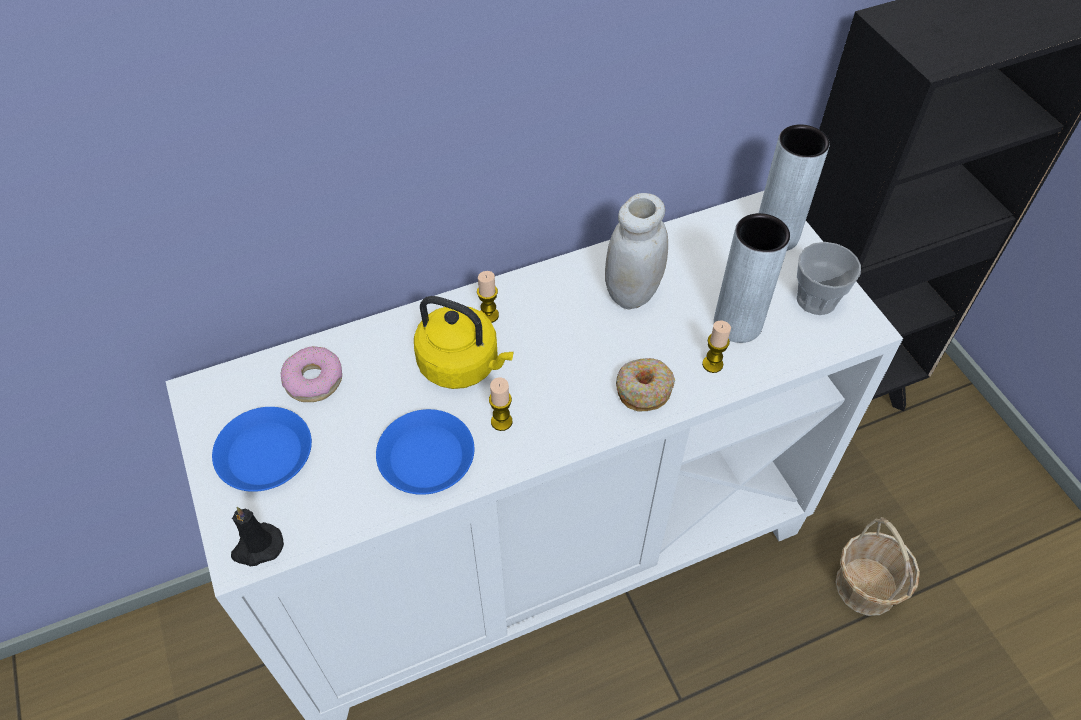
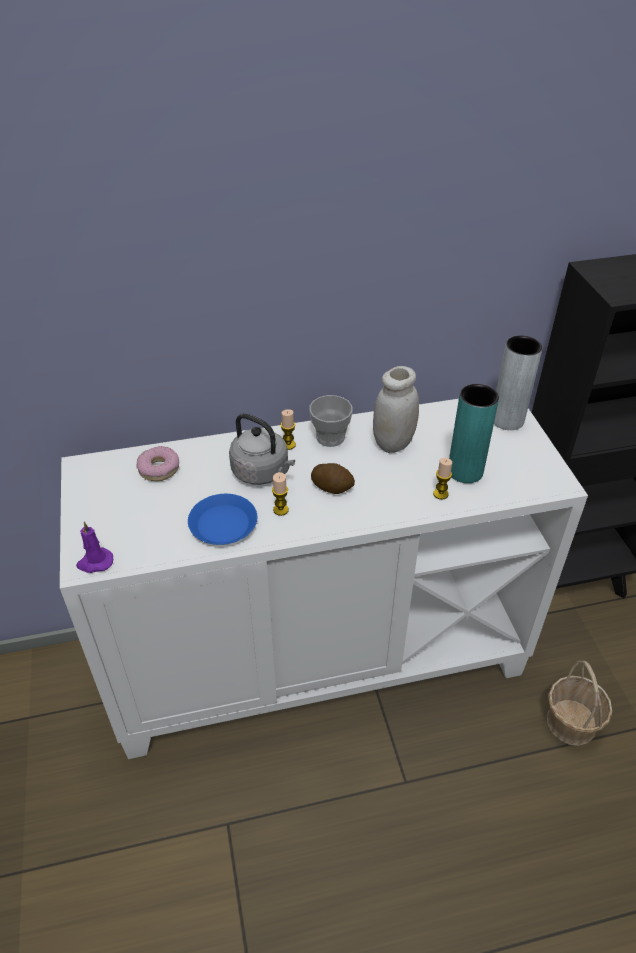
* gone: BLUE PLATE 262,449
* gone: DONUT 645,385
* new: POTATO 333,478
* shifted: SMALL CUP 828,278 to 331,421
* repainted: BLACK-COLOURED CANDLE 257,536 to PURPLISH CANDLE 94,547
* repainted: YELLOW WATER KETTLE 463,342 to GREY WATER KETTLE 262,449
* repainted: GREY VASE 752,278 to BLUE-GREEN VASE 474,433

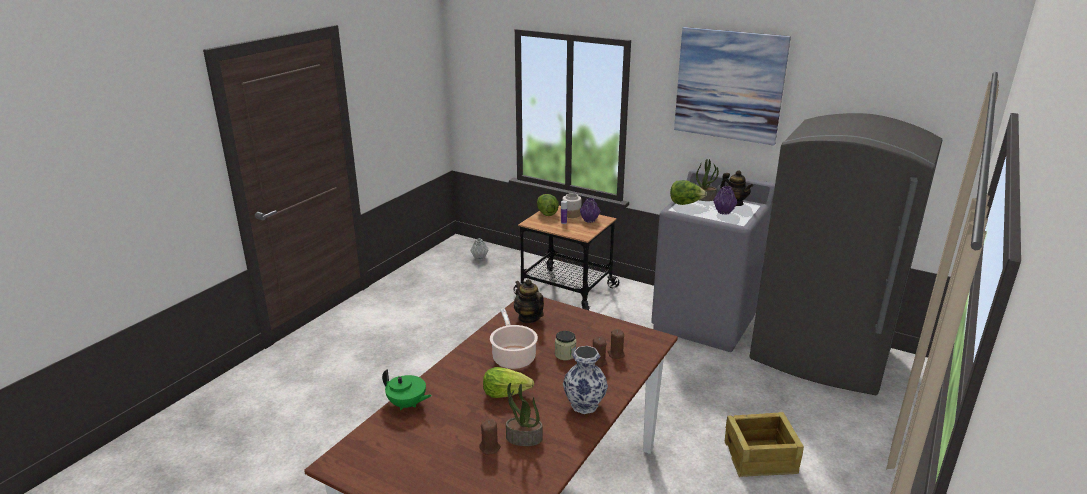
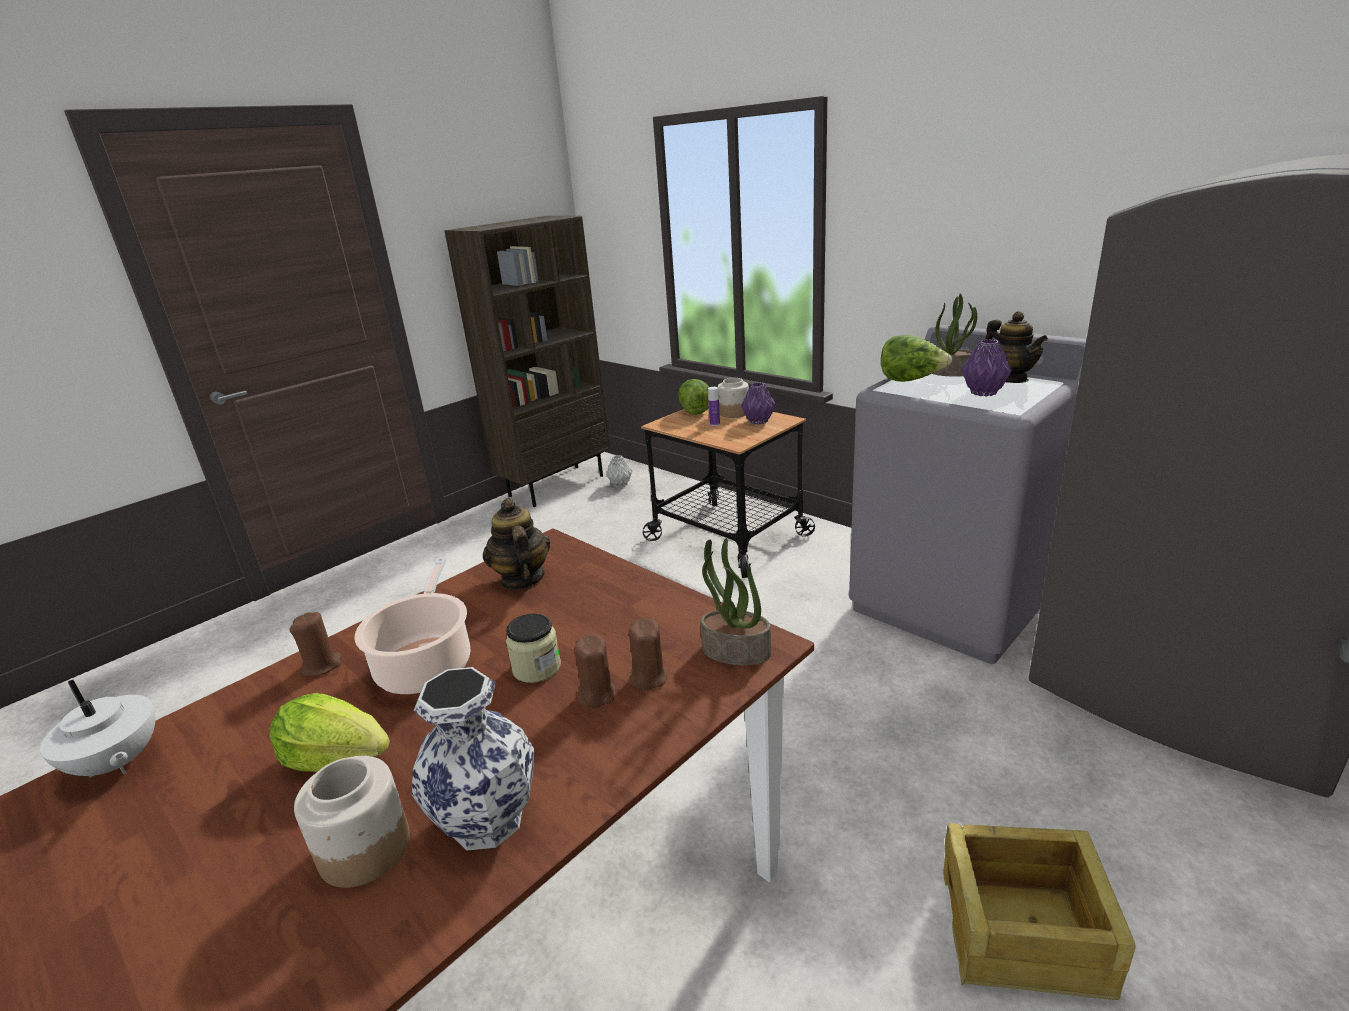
* gone: WALL PICTURE 732,86
* new: JAR 352,822
* new: BROWN BOOKSHELF 527,361
* shifted: BROWN CANDLE 490,436 to 316,644
* shifted: POTTED PLANT 524,414 to 735,601
* repainted: GREEN-COLOURED POT FOR TEA 407,389 to WHITE-COLOURED POT FOR TEA 97,729

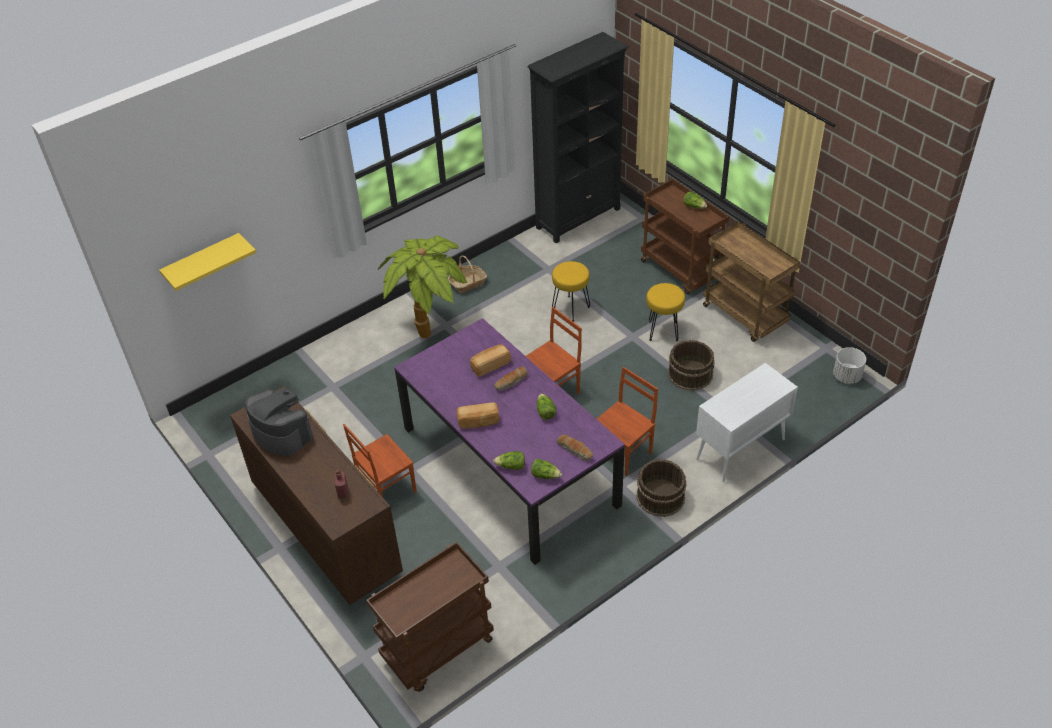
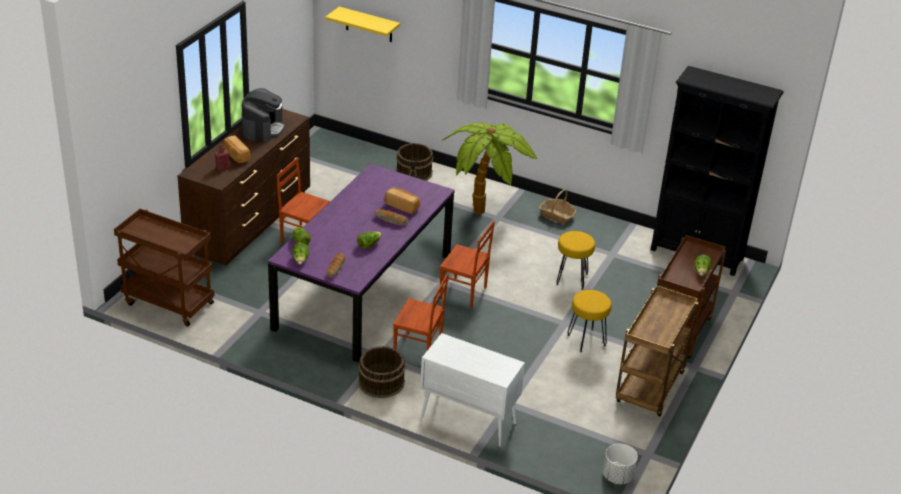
* shifted: BREAD 478,416 to 237,149
* shifted: BROWN BUCKET 691,365 to 414,162

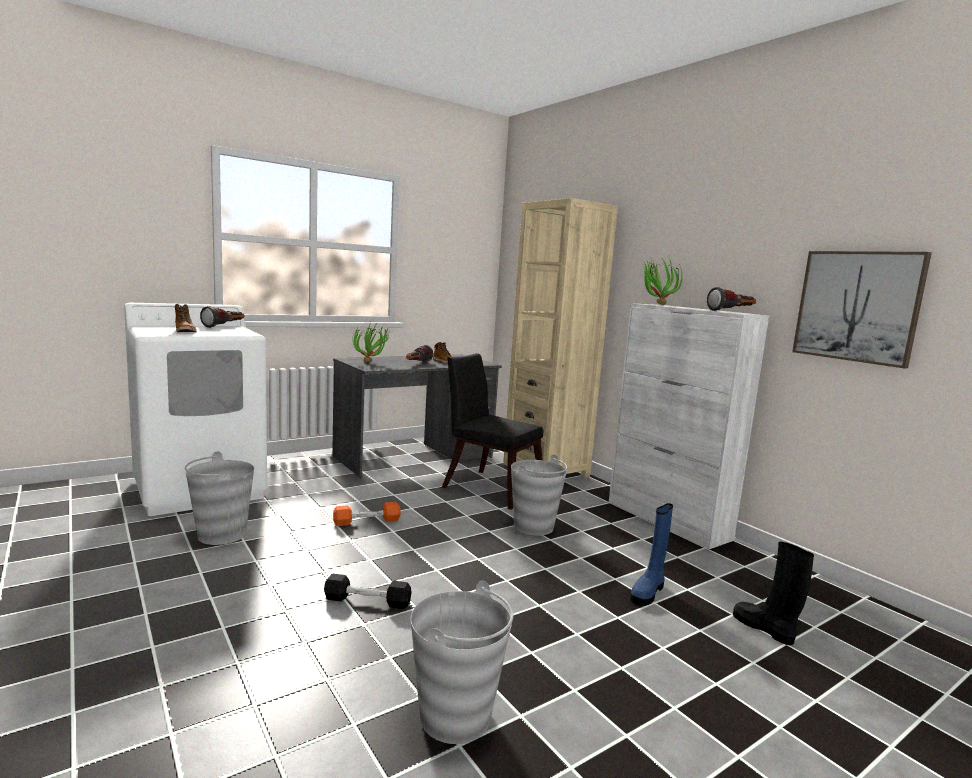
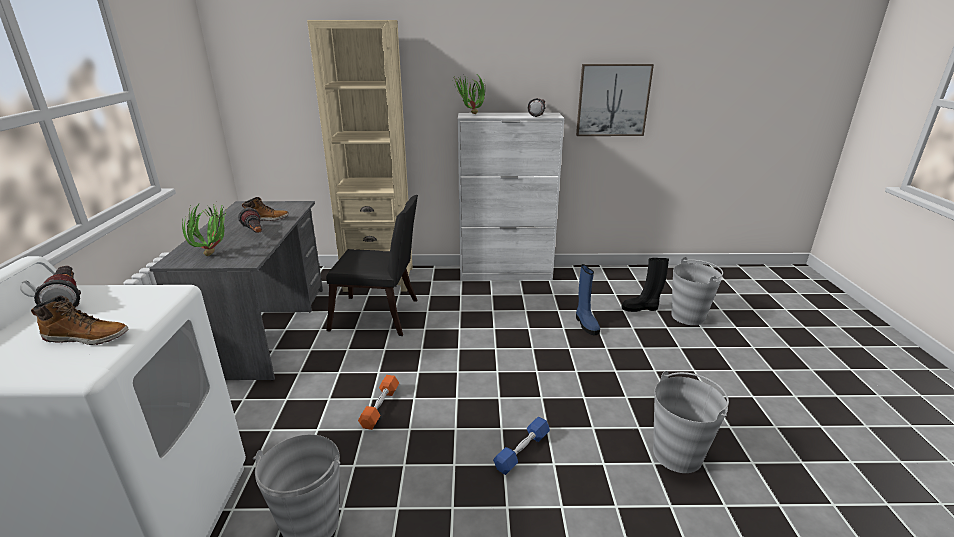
* shifted: GREY BUCKET 539,495 to 697,291
* repainted: BLACK-COLOURED DUMBBELL 368,591 to BLUE DUMBBELL 521,446
* rotated: BLACK-COLOURED PLAIN CHAIR 492,431 = 372,265 150 degrees counterclockwise

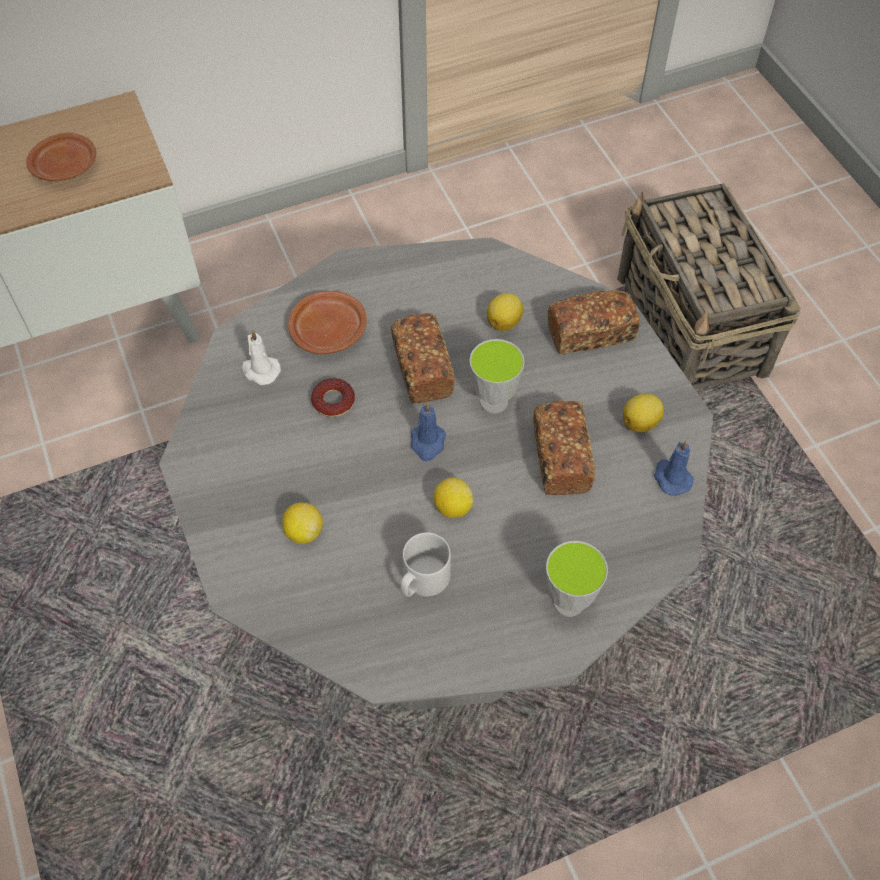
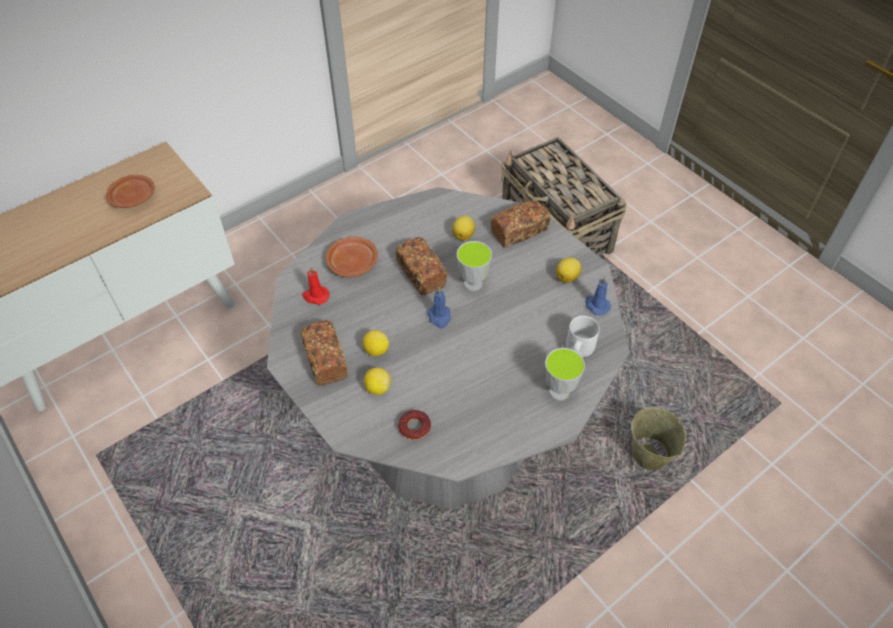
* new: BEIGE BUCKET 658,438
* shifted: DONUT 333,397 to 414,425
* shifted: GREY COFFEE MUG 425,564 to 583,336
* shifted: WHOLE LEMON 453,497 to 376,343
* shifted: BREAD 564,447 to 324,353
* repainted: WHITE-COLOURED CANDLE 261,357 to REDDISH CANDLE 316,286

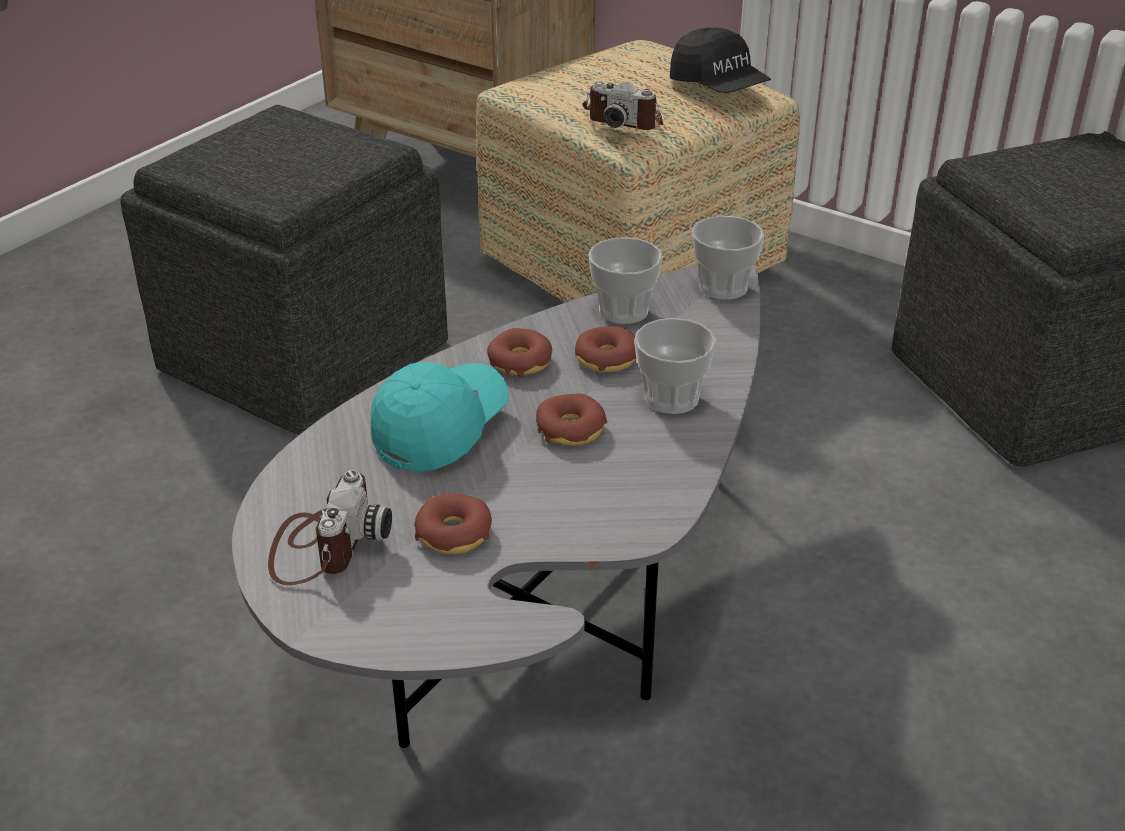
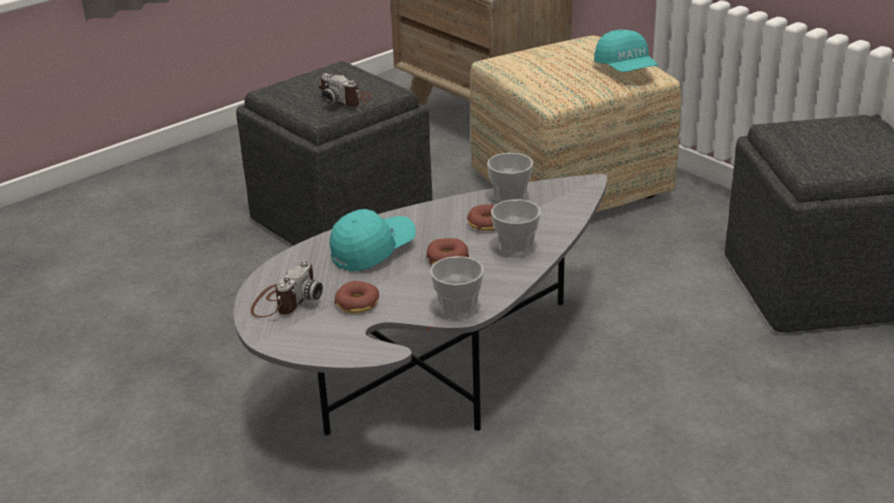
* gone: DONUT 519,353
* shifted: PHOTO CAMERA 622,105 to 345,90
* shifted: SMALL CUP 728,258 to 457,288
* repainted: BLACK-COLOURED PEAKED CAP 720,60 to BLUE-GREEN PEAKED CAP 626,50

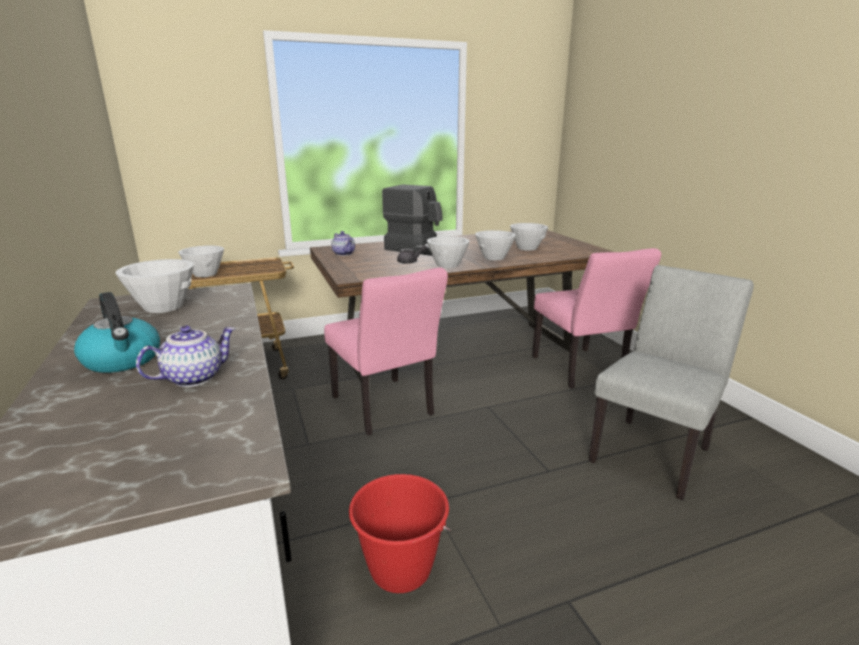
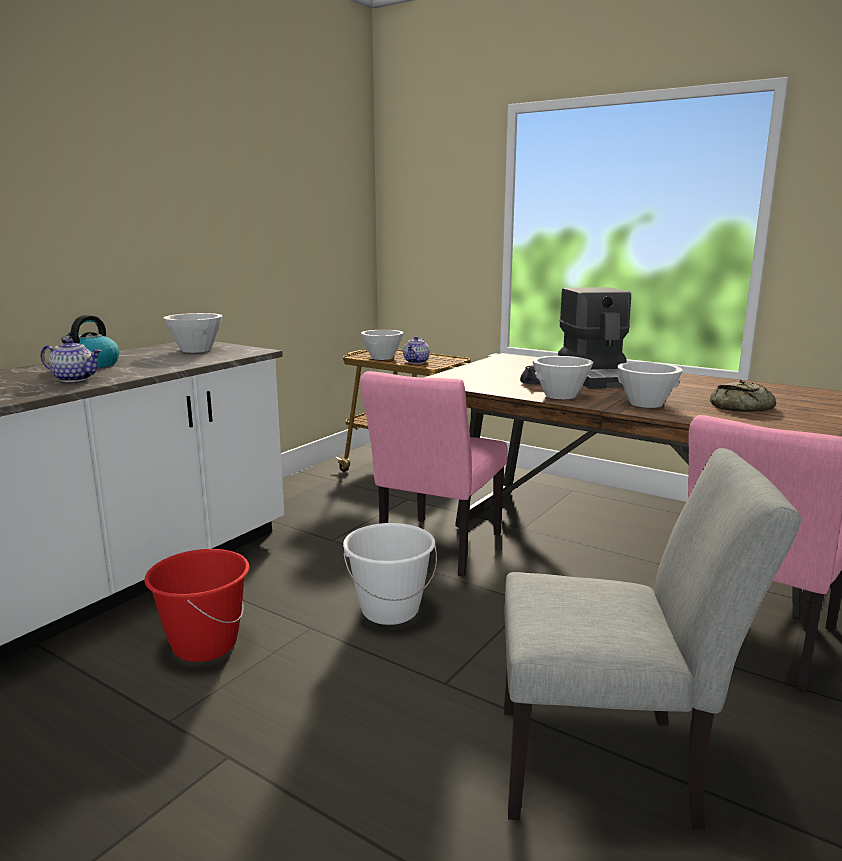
* new: WHITE-COLOURED BUCKET 390,574
* shifted: POT FOR TEA 343,243 to 416,350
* swapped: WHITE-COLOURED BOWL 529,237 to BREAD 743,396

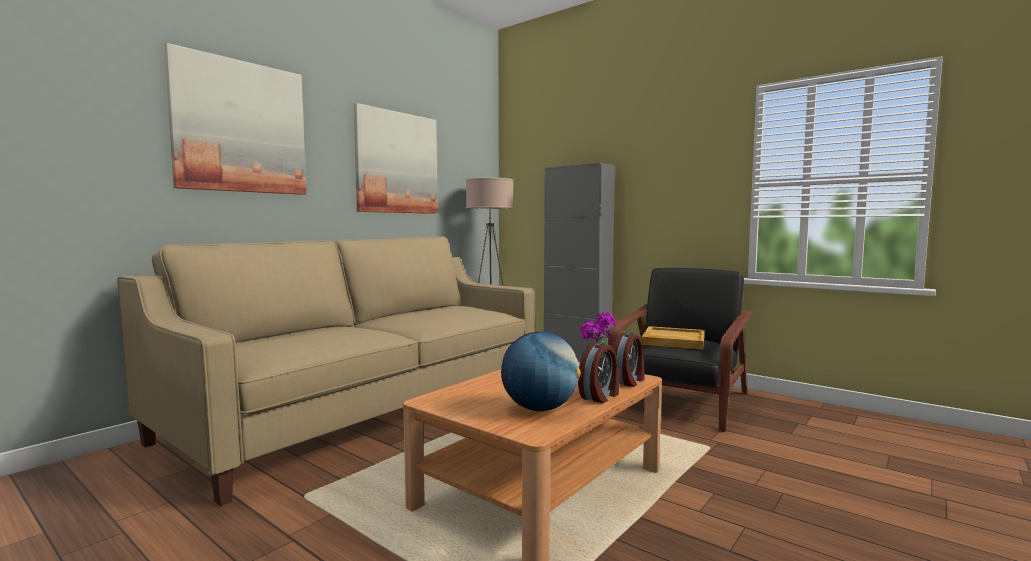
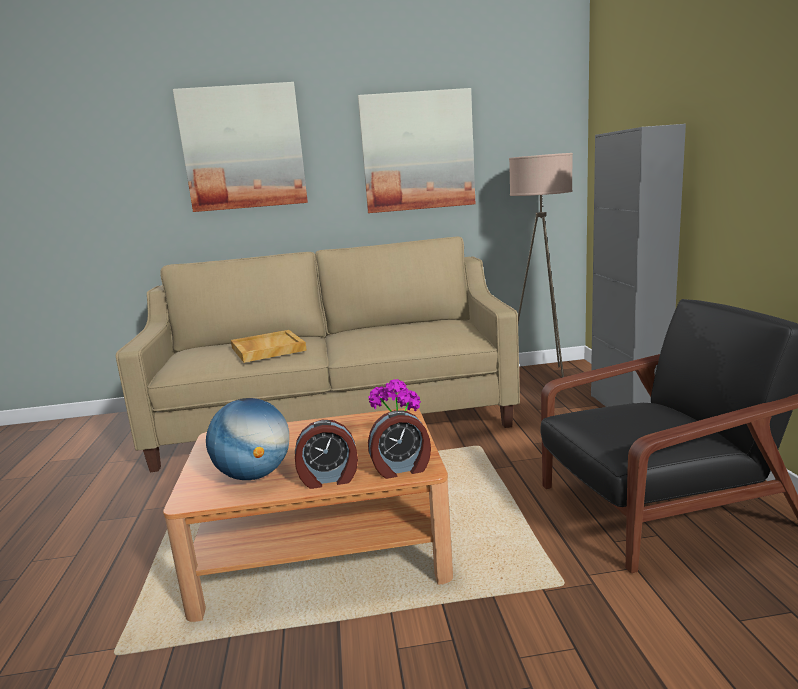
* shifted: BEIGE TRAY 673,338 to 269,346

